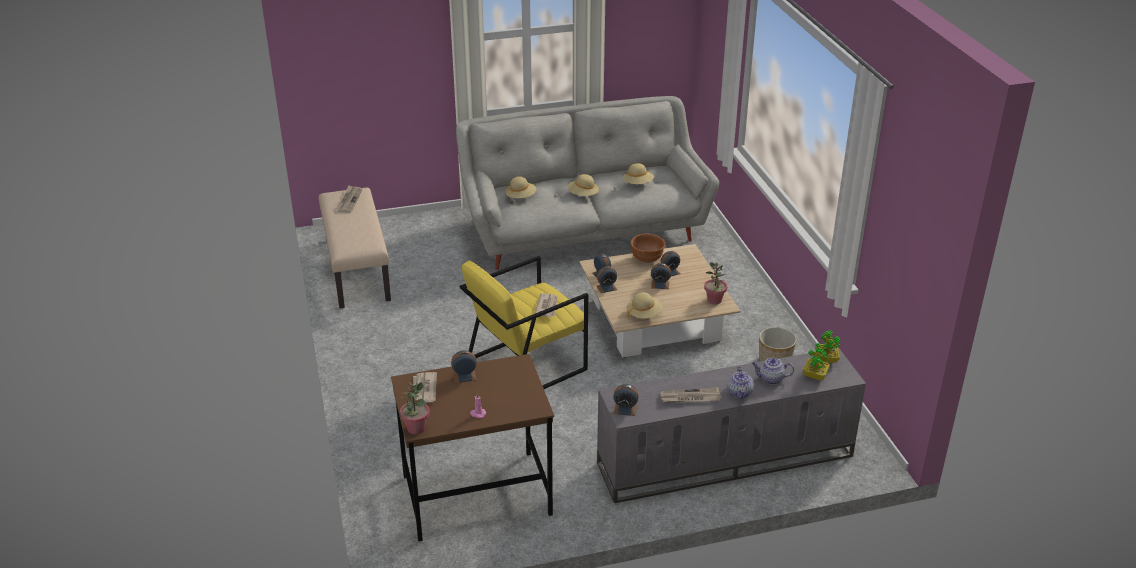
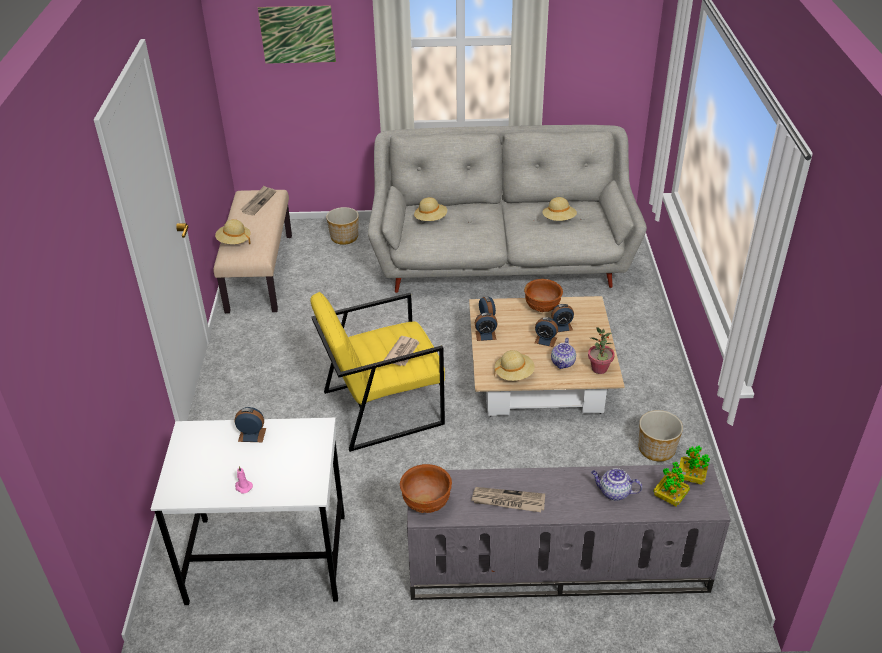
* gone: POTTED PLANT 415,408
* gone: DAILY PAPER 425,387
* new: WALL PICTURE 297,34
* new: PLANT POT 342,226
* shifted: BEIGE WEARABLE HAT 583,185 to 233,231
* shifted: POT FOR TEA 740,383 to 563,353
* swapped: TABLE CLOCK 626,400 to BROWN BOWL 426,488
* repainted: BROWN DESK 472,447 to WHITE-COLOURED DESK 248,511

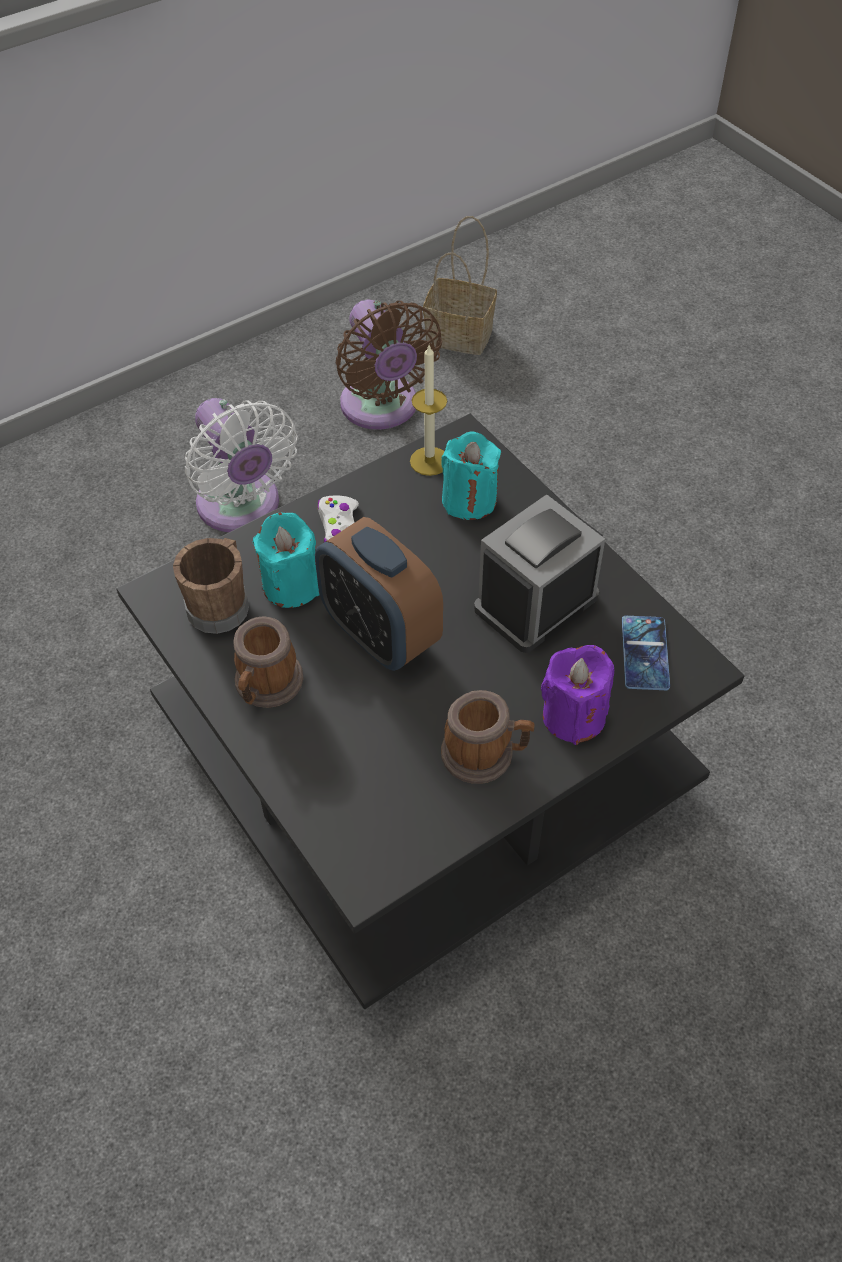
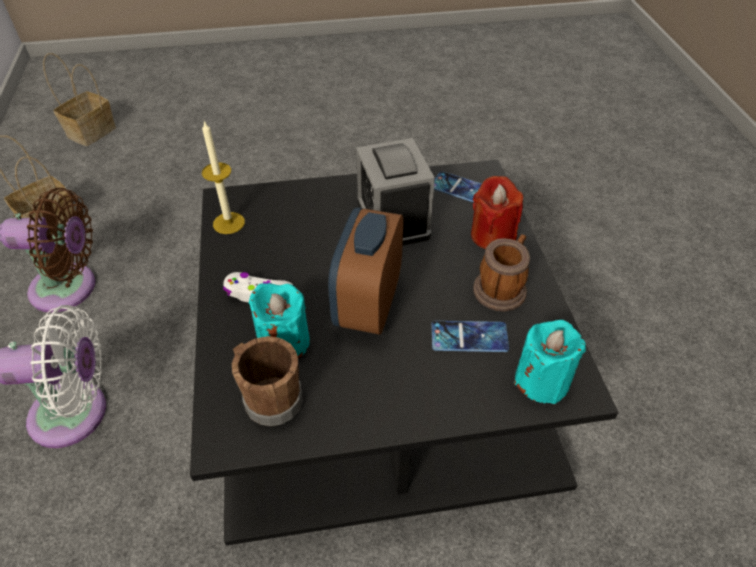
* gone: COFFEE MUG 268,662
* new: BASKET 79,99
* new: PHONE 470,336
* shifted: BLUE-GREEN CANDLE 471,475 to 550,362
* repainted: PURPLISH CANDLE 577,695 to REDDISH CANDLE 497,212
* rotated: TABLE CLOCK 379,594 = 365,271 120 degrees clockwise

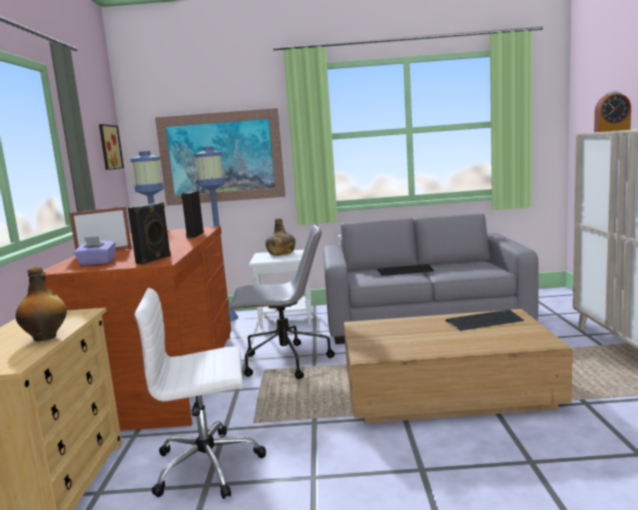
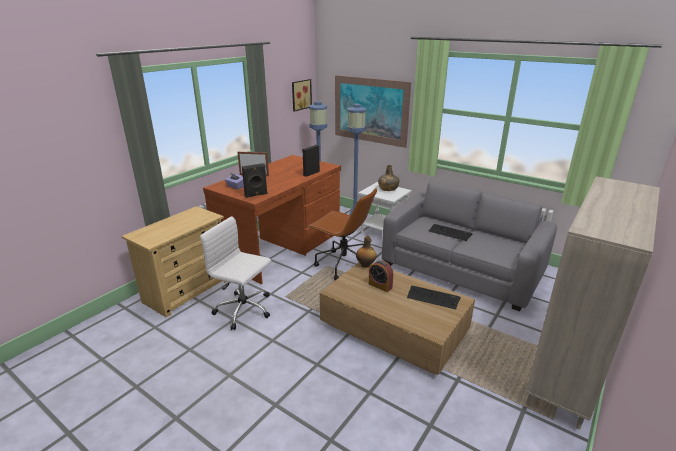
* shifted: DRINK BOTTLE 41,304 to 366,252
* shifted: TABLE CLOCK 612,112 to 381,276
* repainted: GREY OFFICE CHAIR 282,301 to BROWN OFFICE CHAIR 342,234

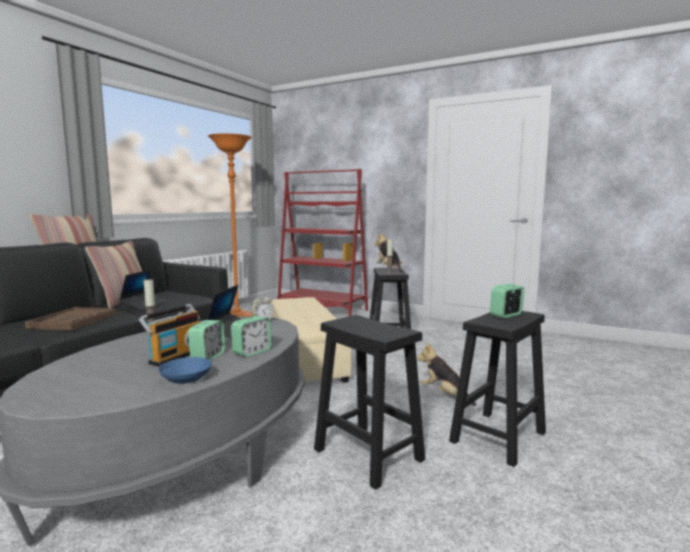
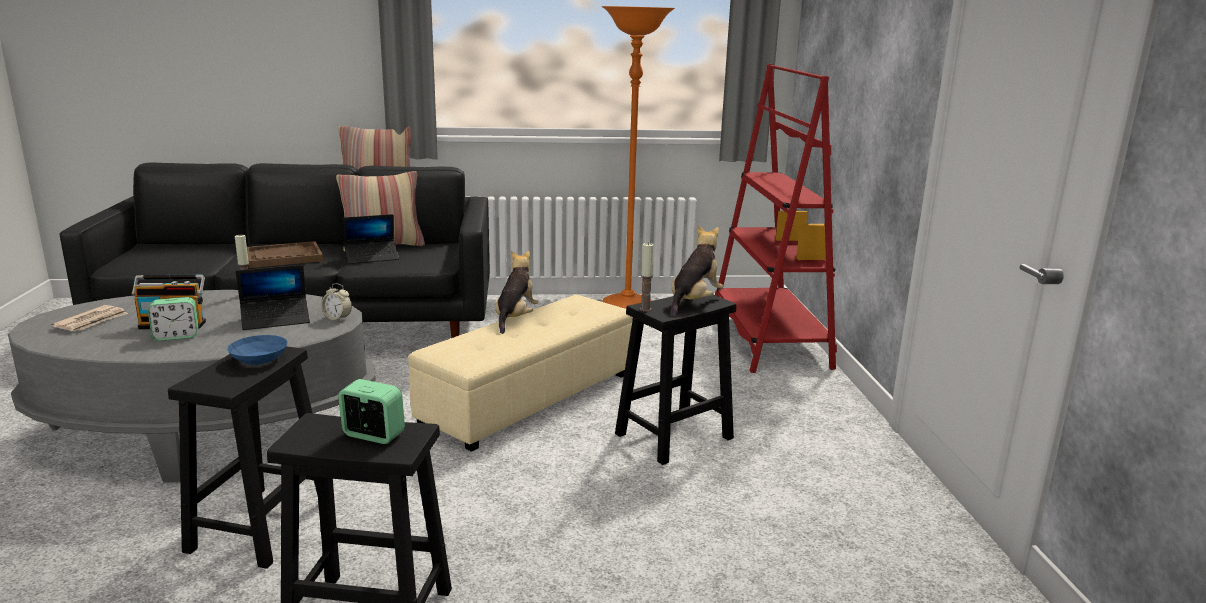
* gone: TABLE CLOCK 251,336
* new: DAILY PAPER 89,318
* shifted: BLUE BOWL 185,370 to 257,350
* shifted: PLUSH TOY 446,374 to 516,292

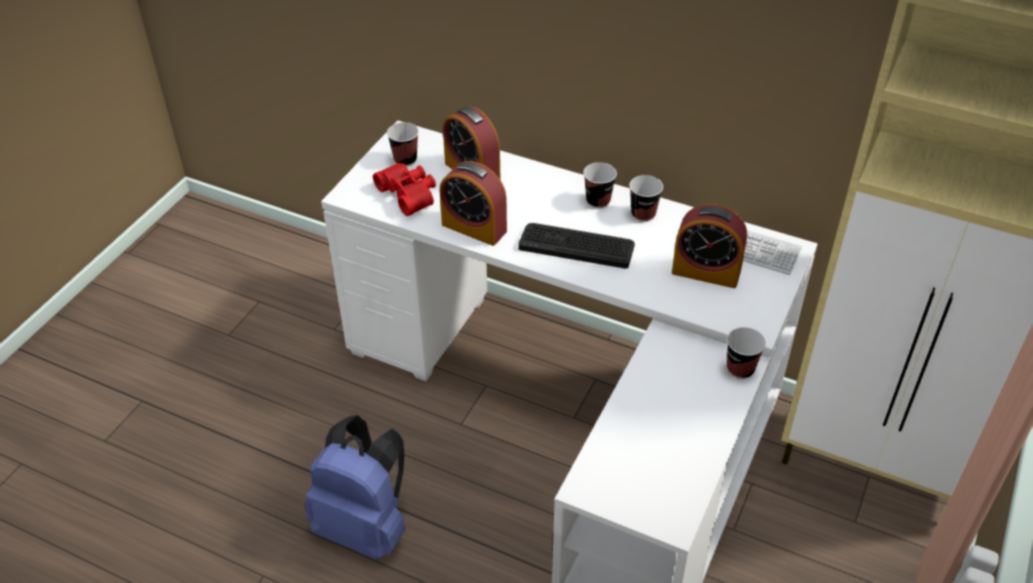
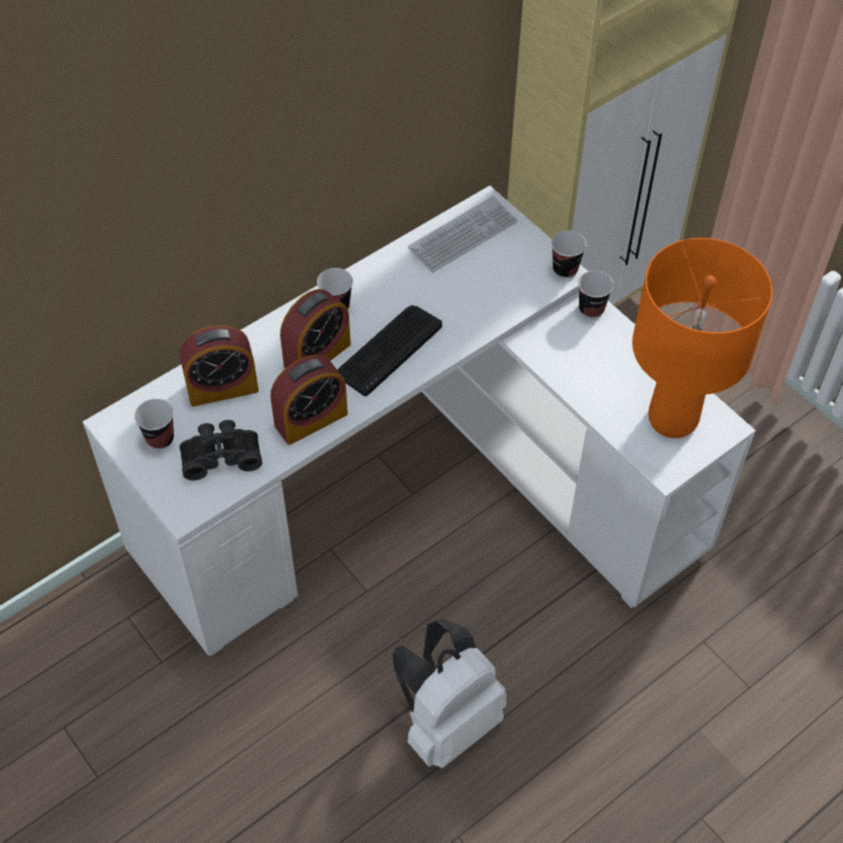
* new: ORANGEY LAMP FOR A TABLE 702,338
* shifted: SMALL CUP 646,198 to 569,254
* shifted: TABLE CLOCK 709,246 to 315,328
* repainted: BLUE KNAPSACK 355,487 to WHITE-COLOURED KNAPSACK 449,693
* repainted: REDDISH PAIR OF BINOCULARS 404,189 to BLACK-COLOURED PAIR OF BINOCULARS 220,450

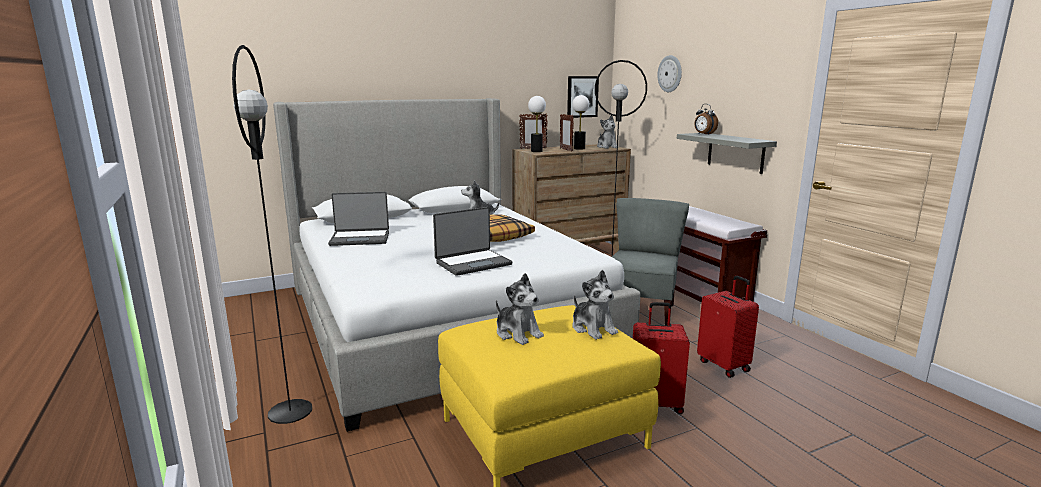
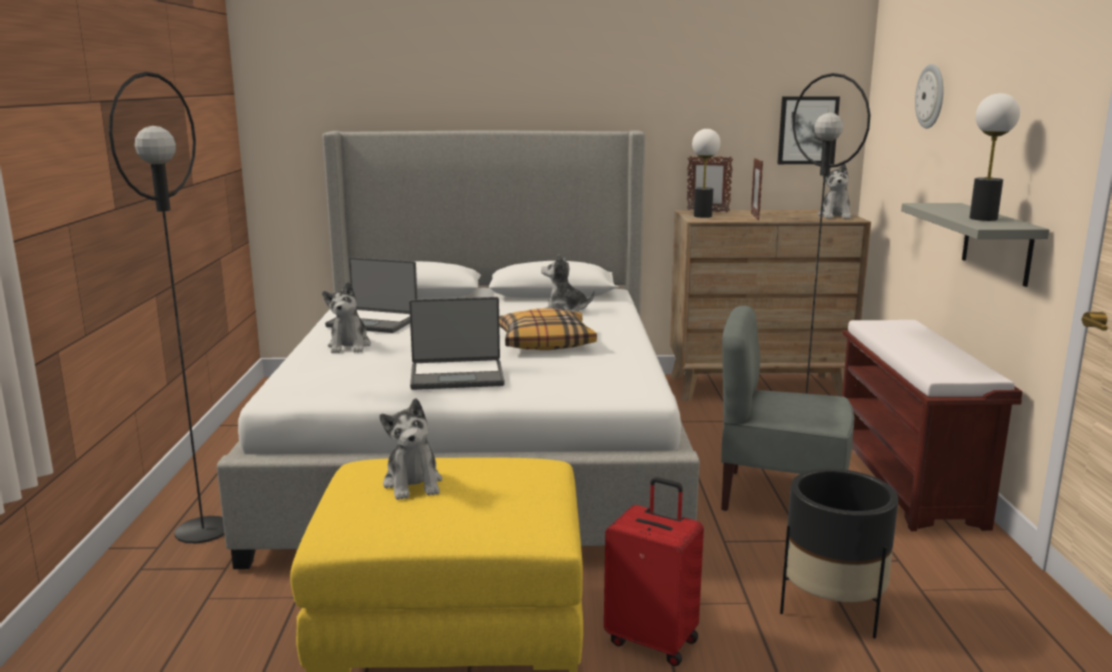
* gone: TABLE CLOCK 706,119
* shifted: LAMP FOR A TABLE 580,122 to 994,157
* shifted: PLUSH TOY 595,305 to 346,317
* swapped: REDDISH TRAVEL CASE 728,327 to BLACK-COLOURED PLANT POT 839,554
* rotated: GREY PLAIN CHAIR 650,262 = 787,408 120 degrees counterclockwise

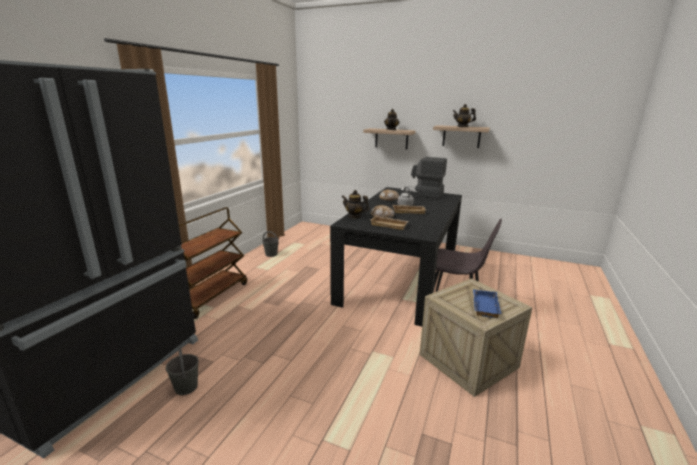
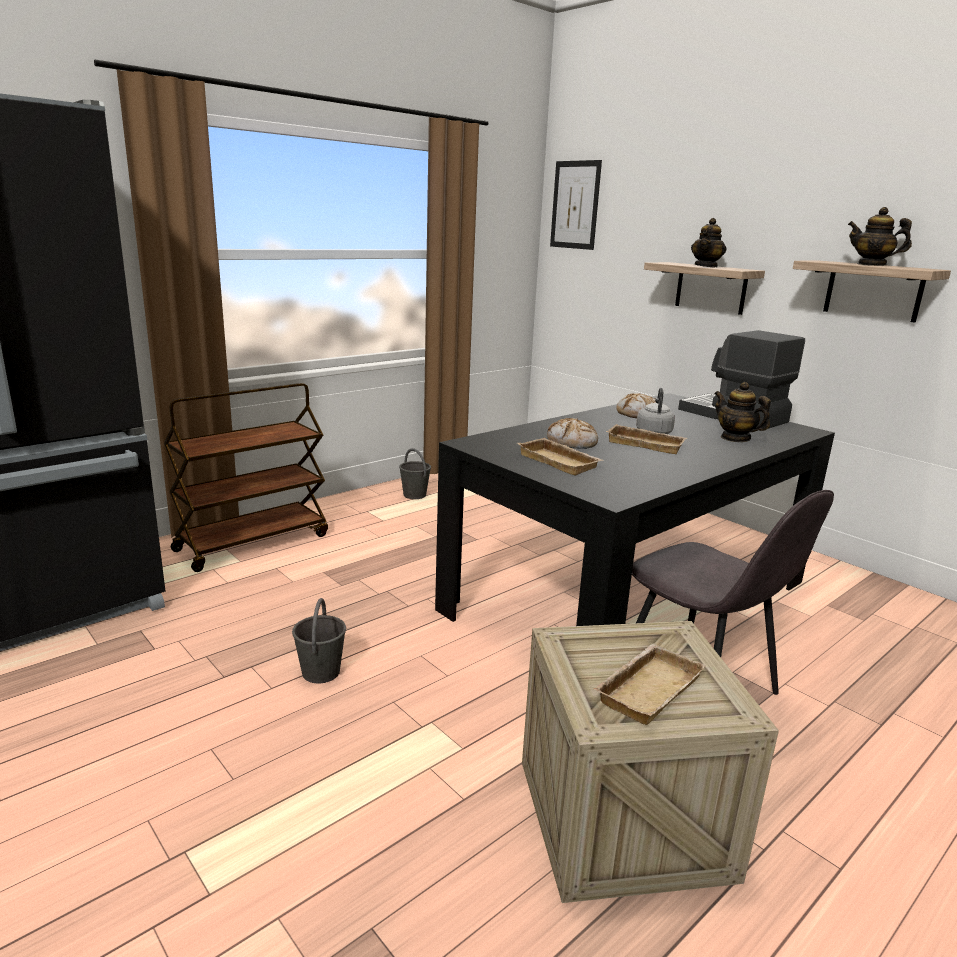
* new: WALL PICTURE 576,205
* shifted: GREY BUCKET 182,370 to 319,640
* shifted: POT FOR TEA 355,204 to 742,412
* repainted: BLUE TRAY 487,303 to BEIGE TRAY 650,684

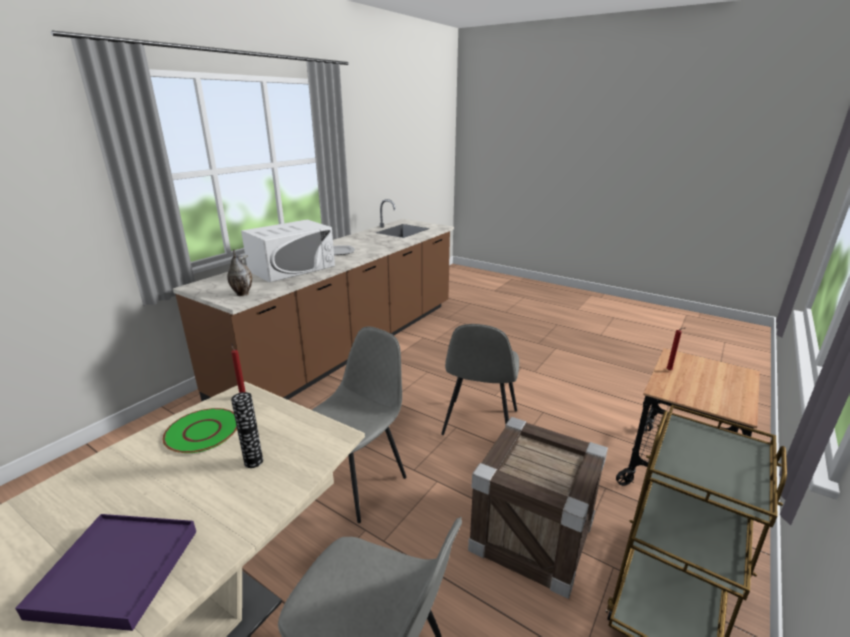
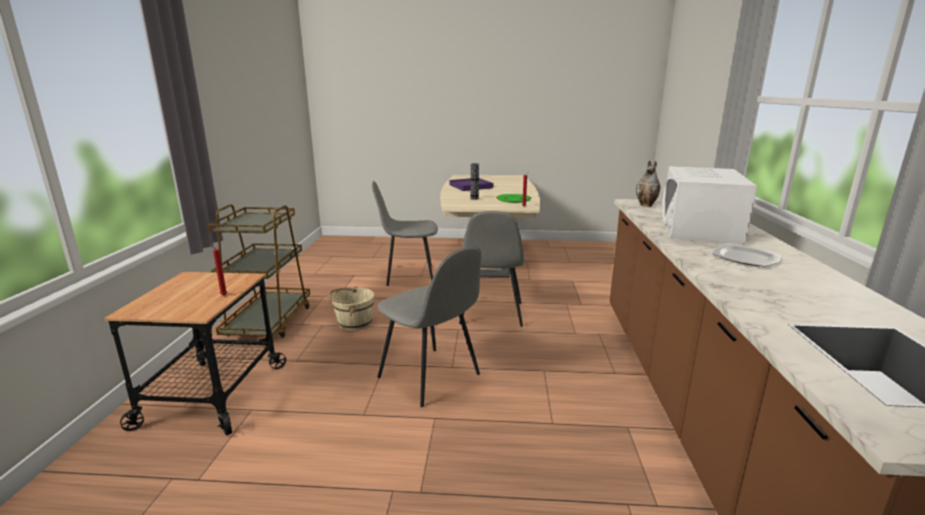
* swapped: SHIPPING CRATE 538,508 to BEIGE BUCKET 352,308
* rotated: GREY PLAIN CHAIR 480,379 = 429,326 150 degrees clockwise

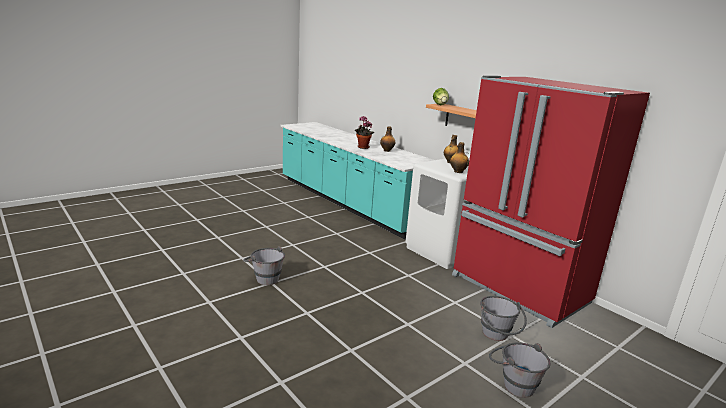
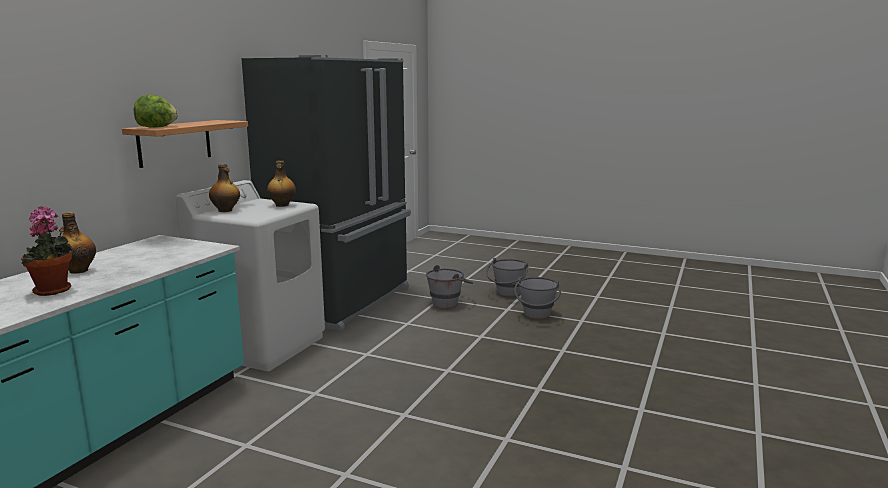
* shifted: GREY BUCKET 264,265 to 537,298
* repainted: REDDISH FRIDGE 551,201 to BLACK-COLOURED FRIDGE 326,193

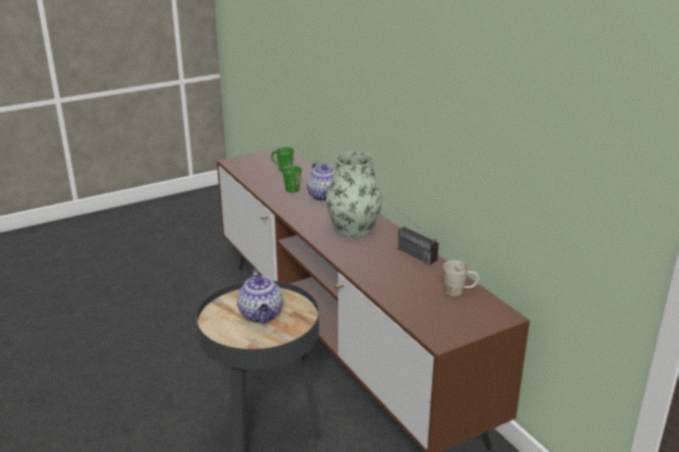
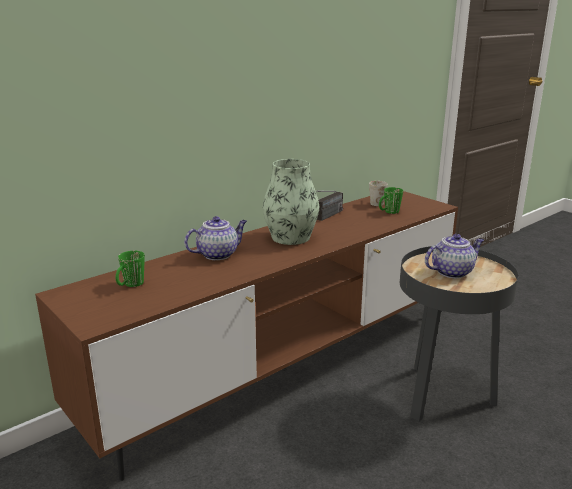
* shifted: GREEN-COLOURED COFFEE MUG 292,179 to 391,200

